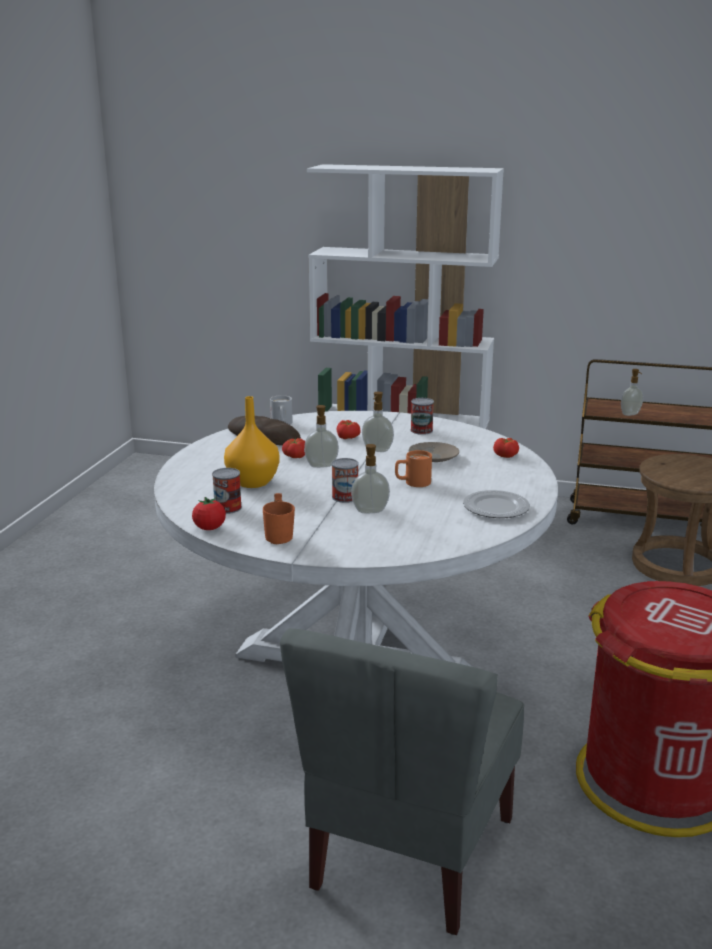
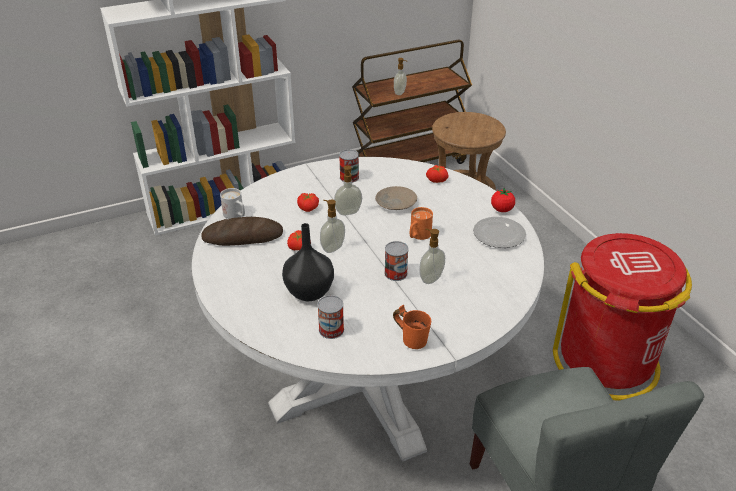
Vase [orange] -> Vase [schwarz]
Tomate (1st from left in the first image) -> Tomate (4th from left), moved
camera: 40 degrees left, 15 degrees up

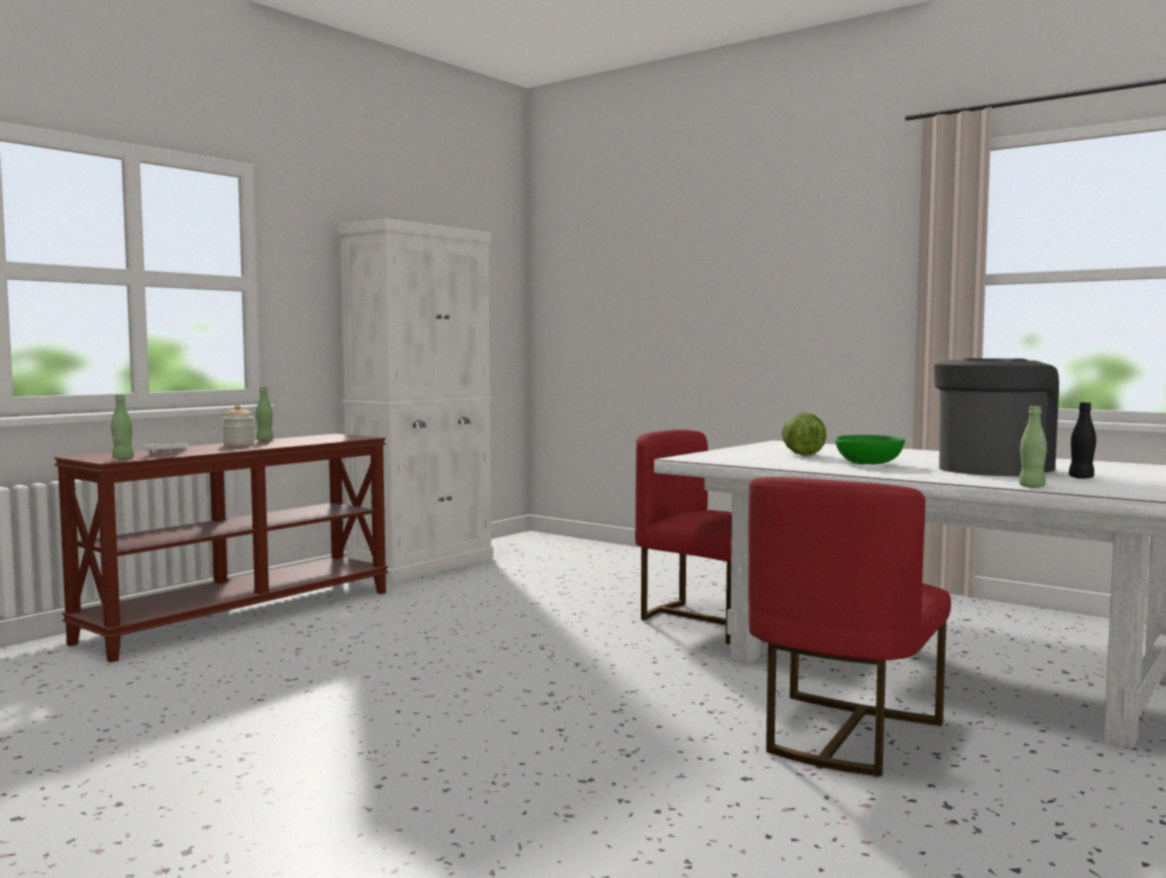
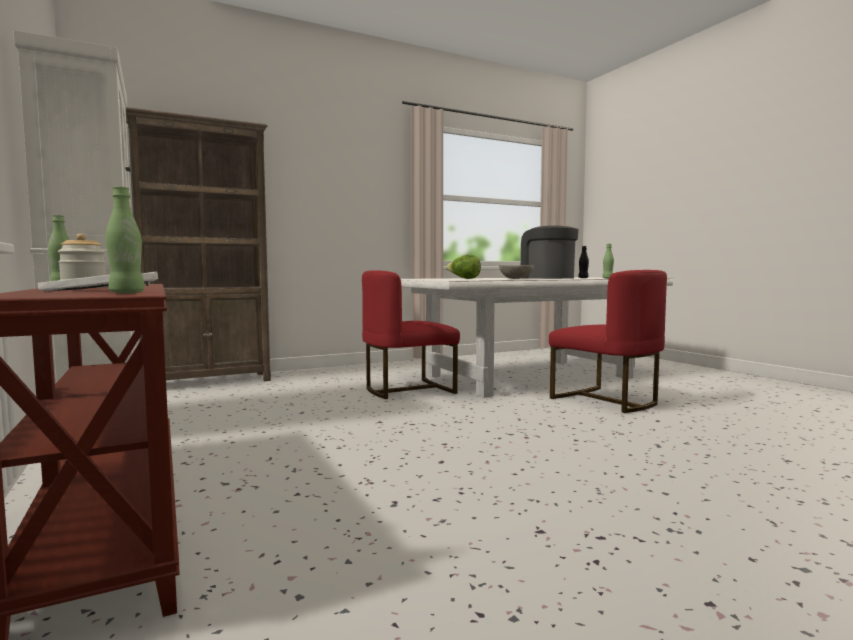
Schüssel [grün] -> Schüssel [grau]
none -> Bücherregal [braun]
camera: 65 degrees left, 0 degrees up

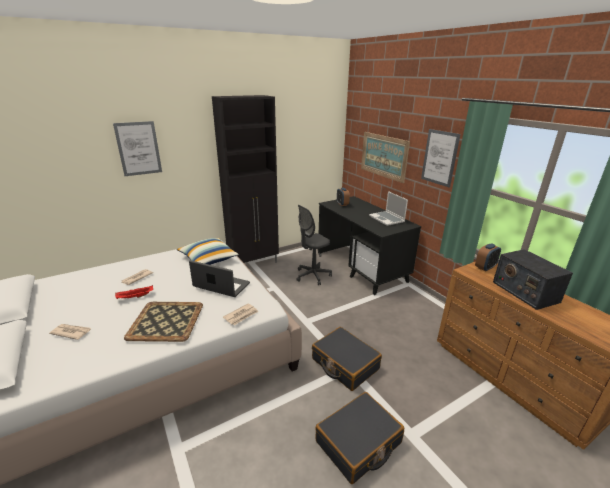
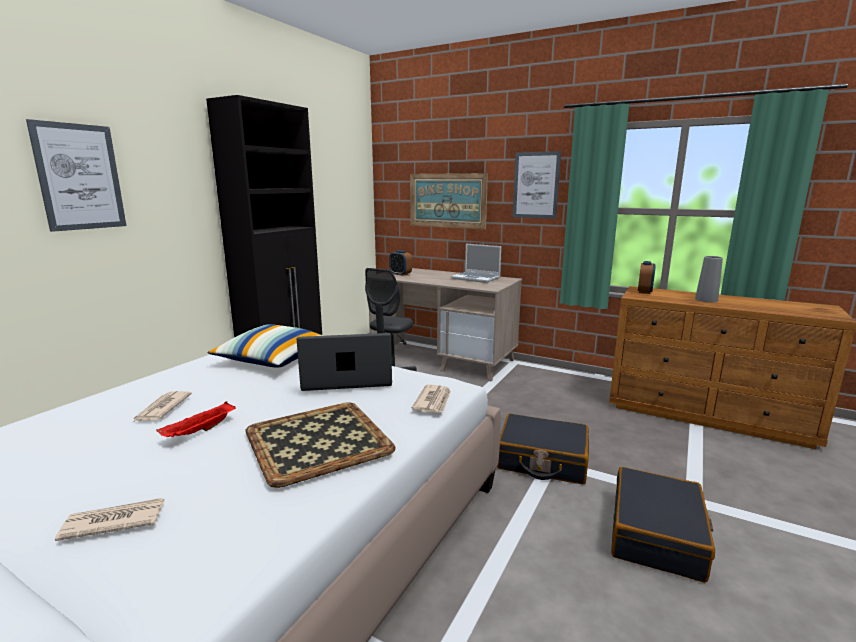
Schreibtisch [schwarz] -> Schreibtisch [beige]
Radio -> Vase [grau]
camera: 30 degrees left, 10 degrees down

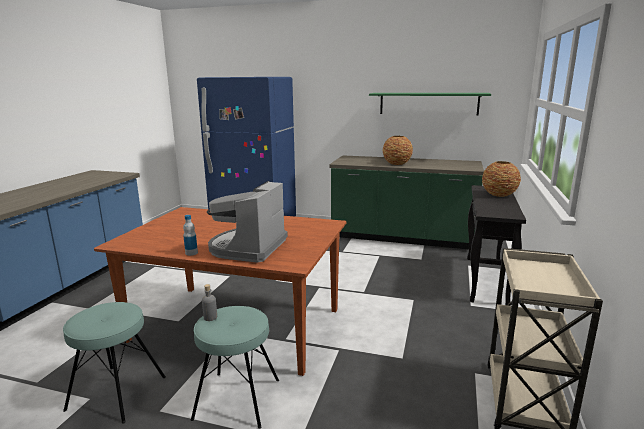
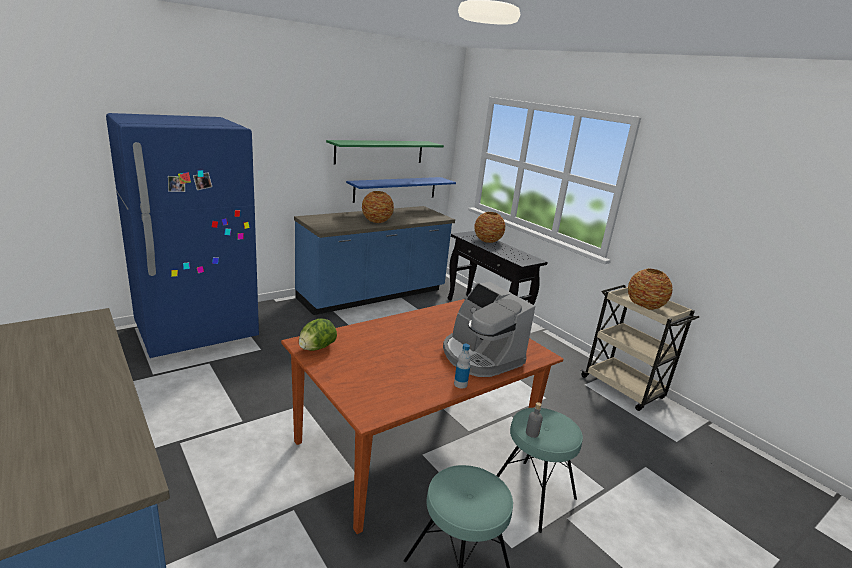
Küchenzeile [grün] -> Küchenzeile [blau] (2nd from left)
none -> Wandregal [blau]
none -> Vase (3rd from left)
none -> Salatkopf
camera: 55 degrees left, 5 degrees up

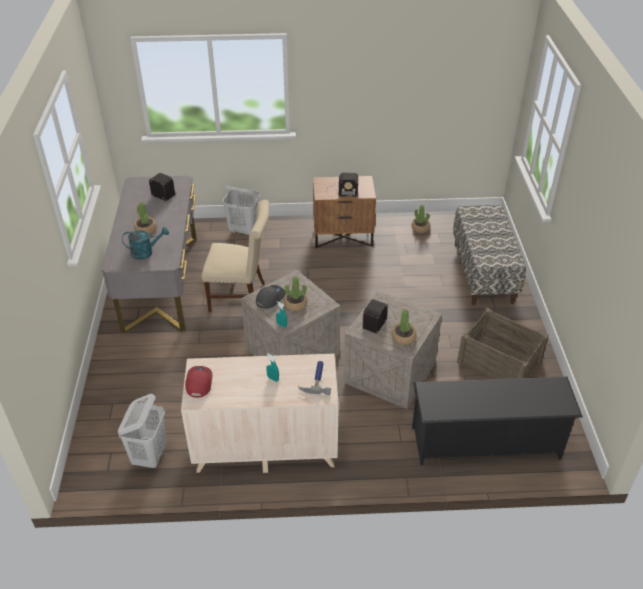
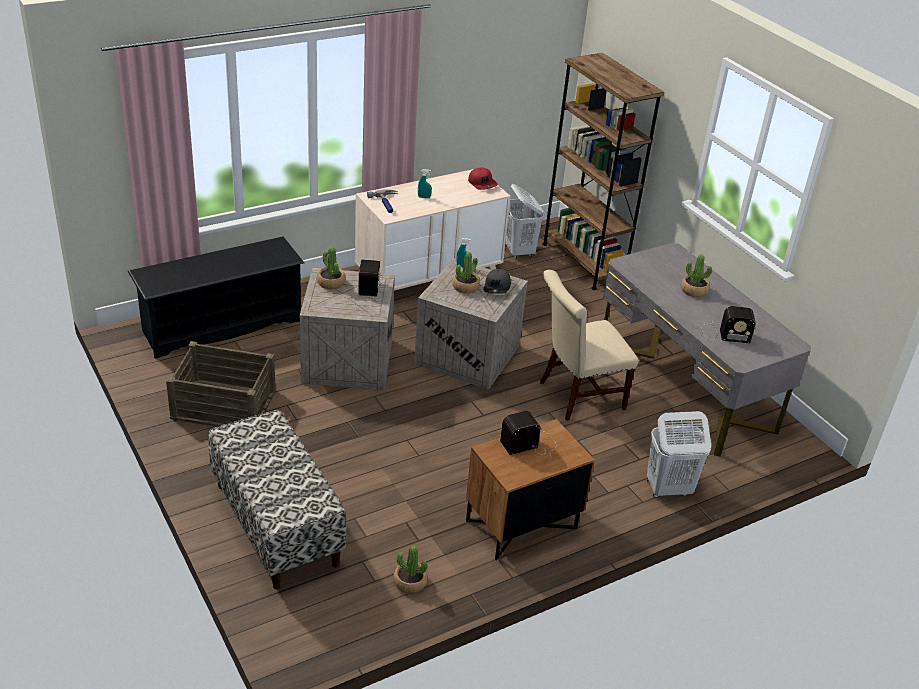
Gießkanne [türkis] -> none
none -> Bücherregal [braun]
camera: 150 degrees right, 5 degrees down

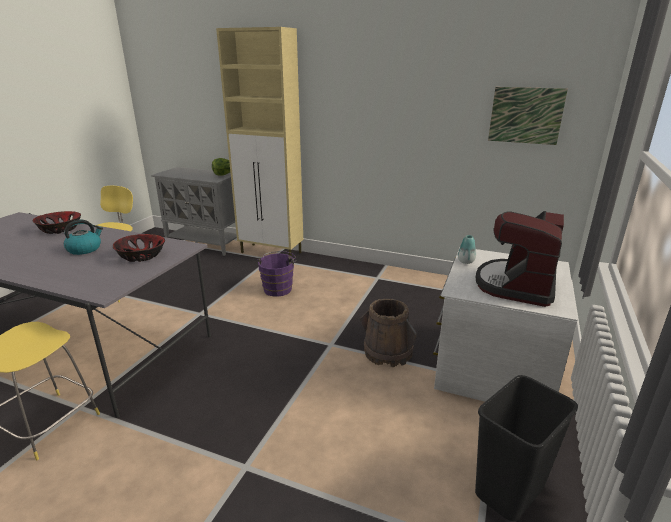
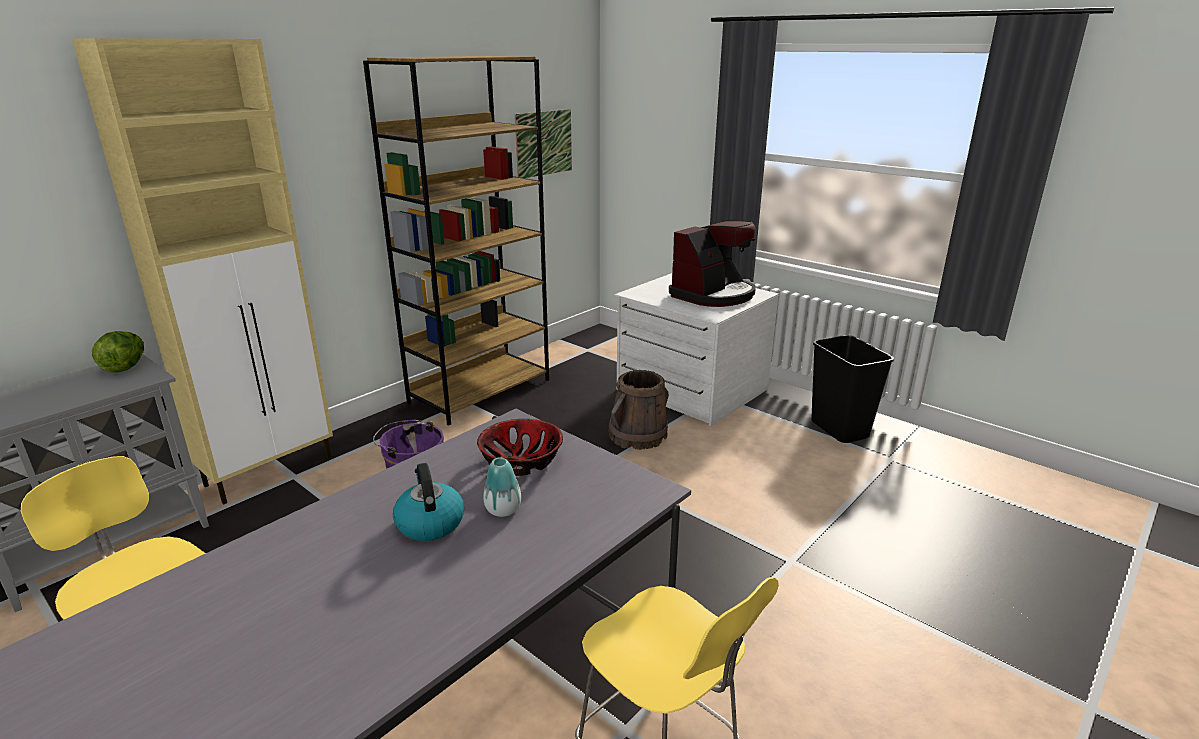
Schüssel (1st from left) -> none
Kaffeemaschine, 90 degrees counterclockwise
Vase, moved
none -> Bücherregal [braun]
camera: 70 degrees left, 0 degrees up

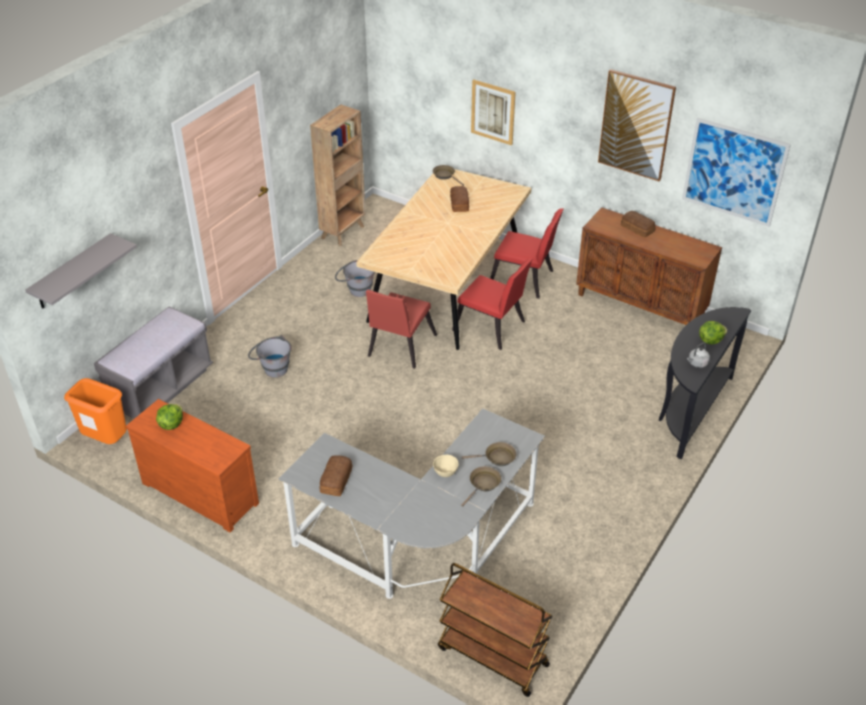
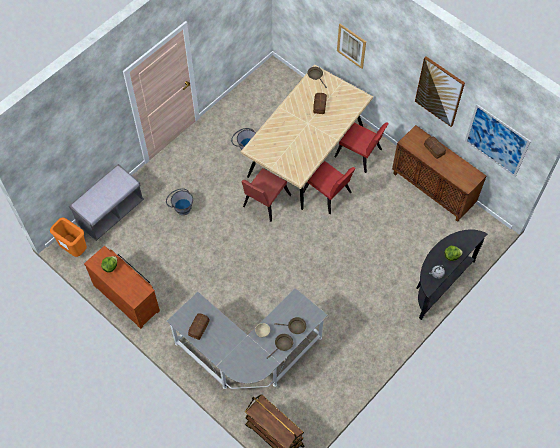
Bücherregal [braun] -> none
Wandregal [grau] -> none
camera: 10 degrees right, 20 degrees up

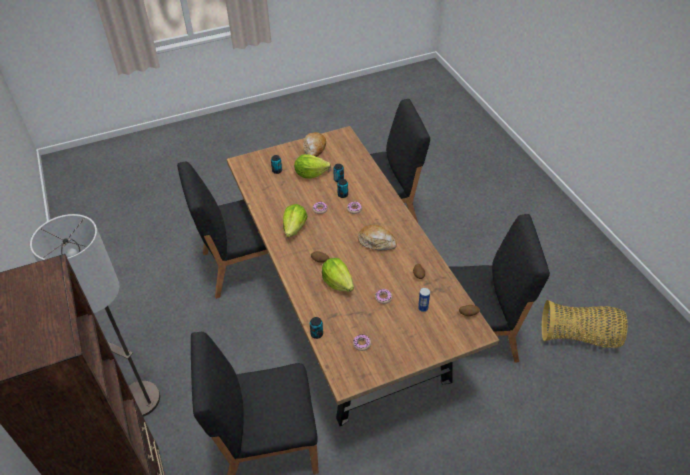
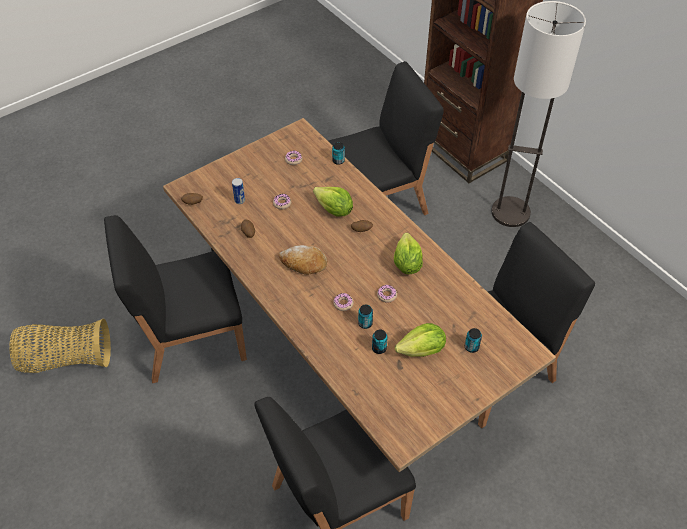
Brot (1st from left) -> none
camera: 165 degrees right, 5 degrees up

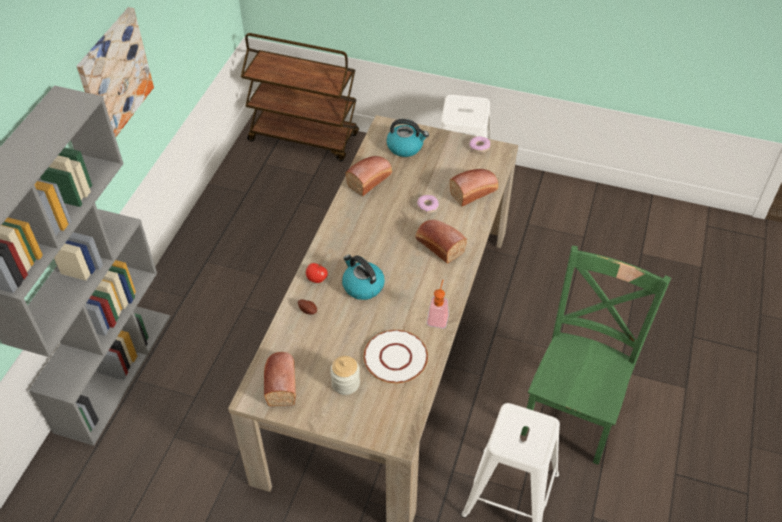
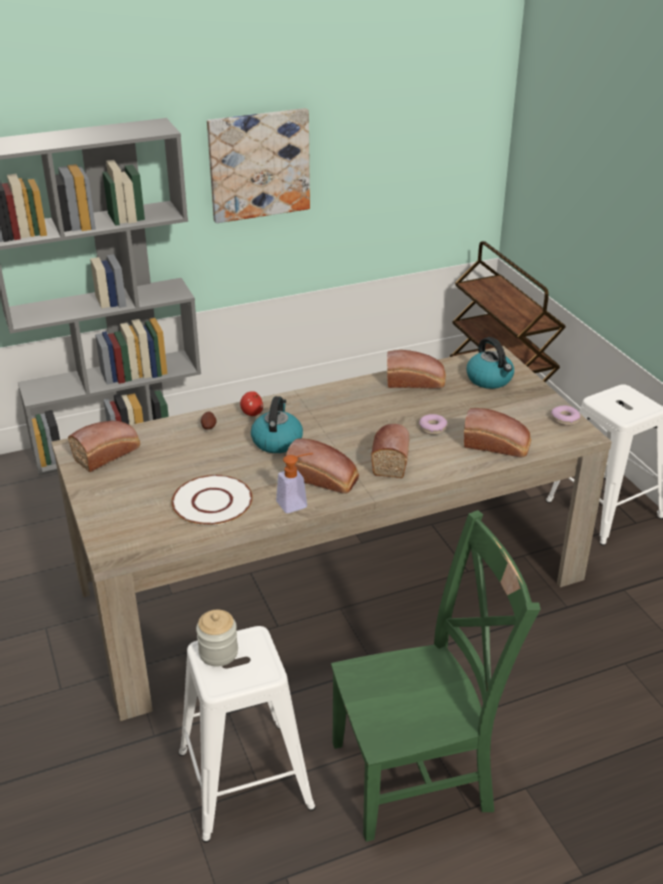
Vorratsglas, moved
none -> Brot (2nd from left)
camera: 50 degrees right, 15 degrees down

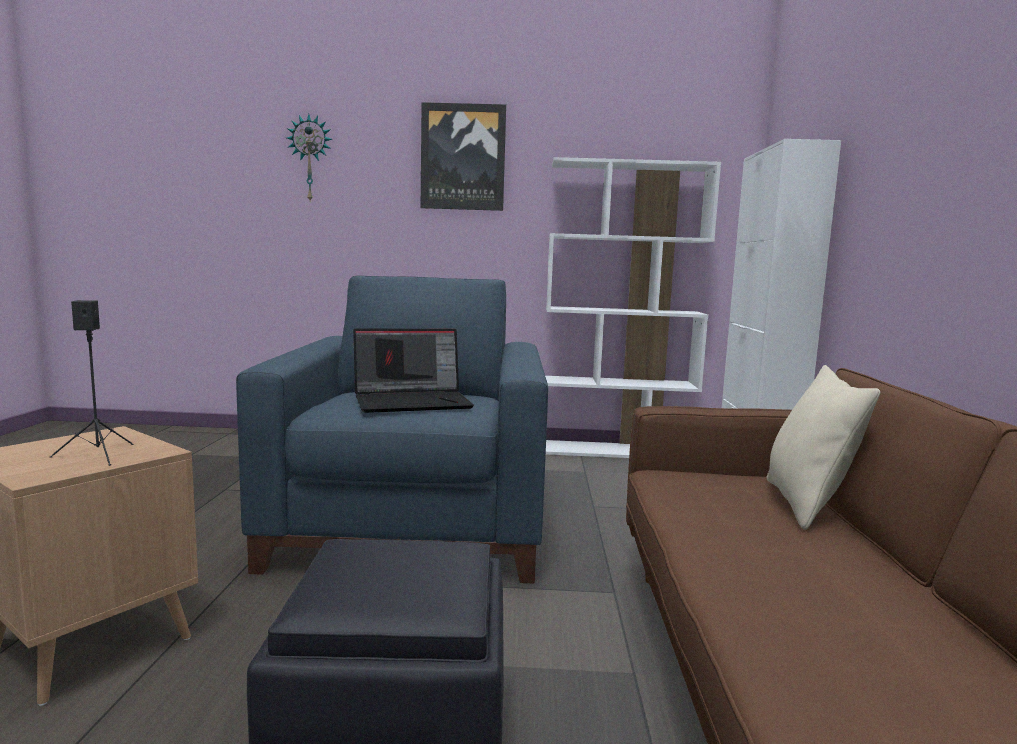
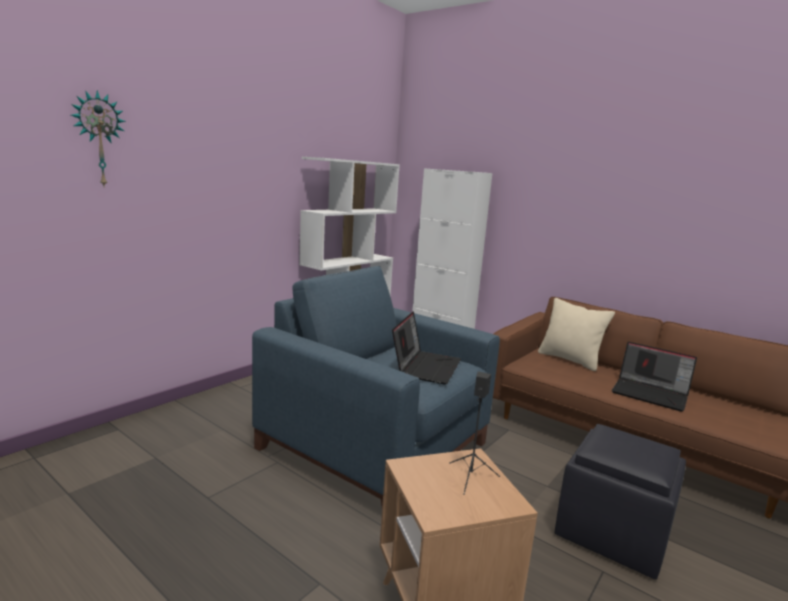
Bild -> none
none -> Laptop (2nd from left)
camera: 55 degrees left, 5 degrees up

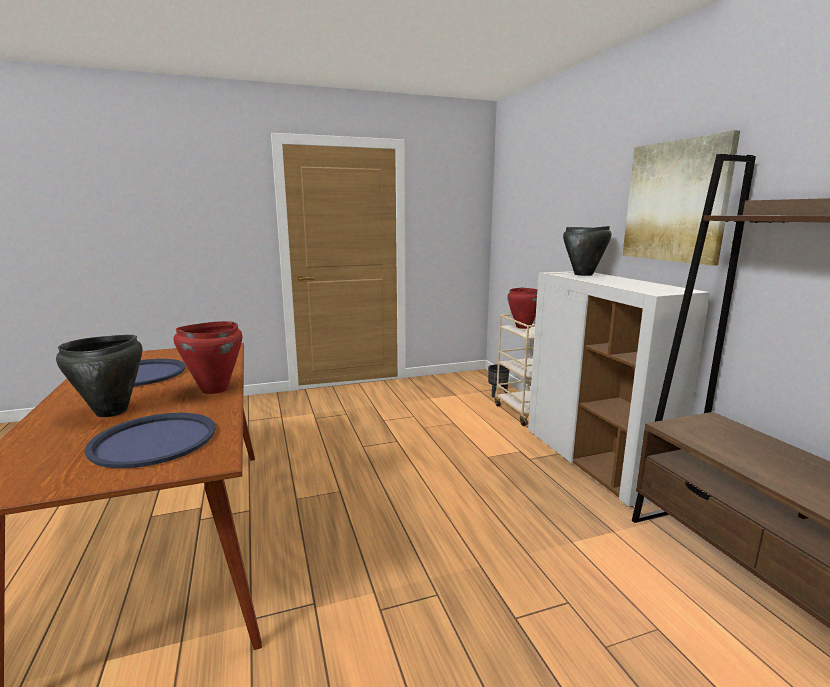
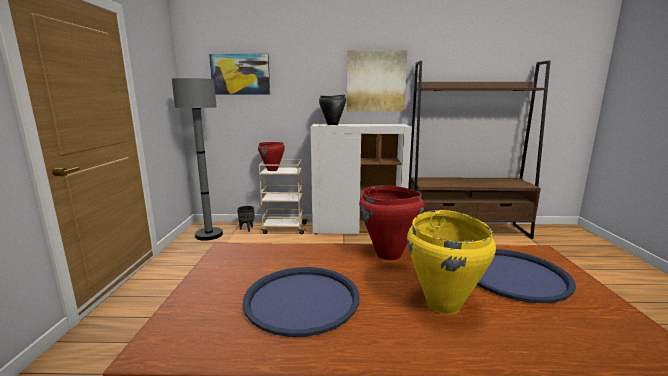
Kochtopf [schwarz] (1st from left) -> Kochtopf [gelb]
none -> Bild (1st from left)
none -> Stehlampe [grau]
camera: 70 degrees left, 0 degrees up

